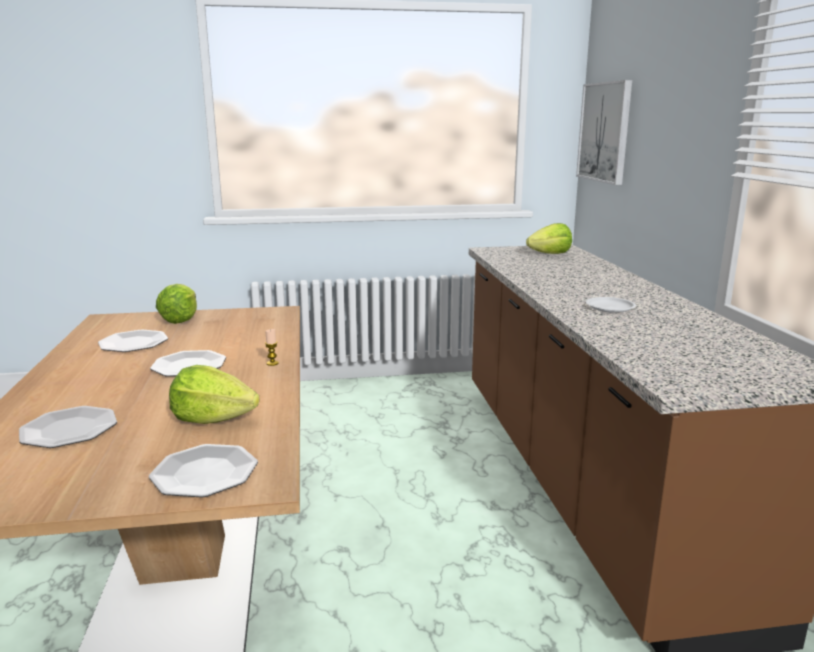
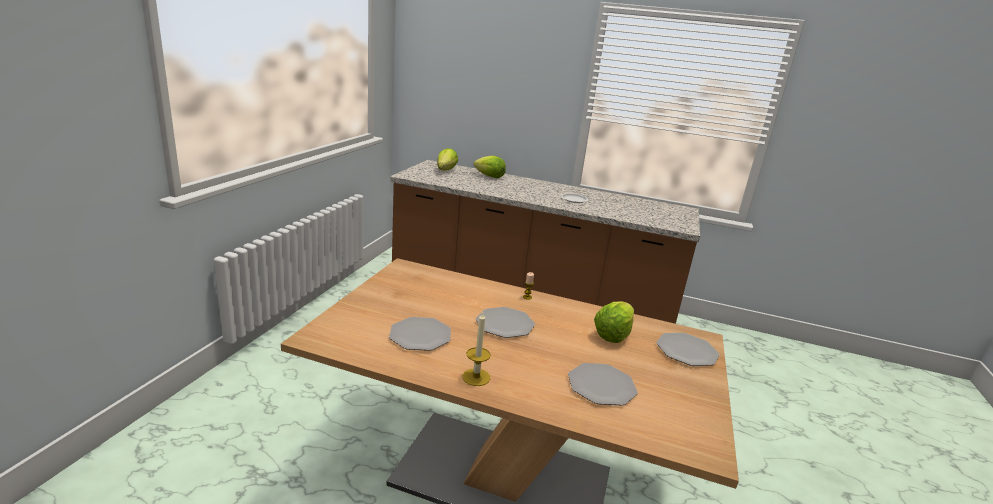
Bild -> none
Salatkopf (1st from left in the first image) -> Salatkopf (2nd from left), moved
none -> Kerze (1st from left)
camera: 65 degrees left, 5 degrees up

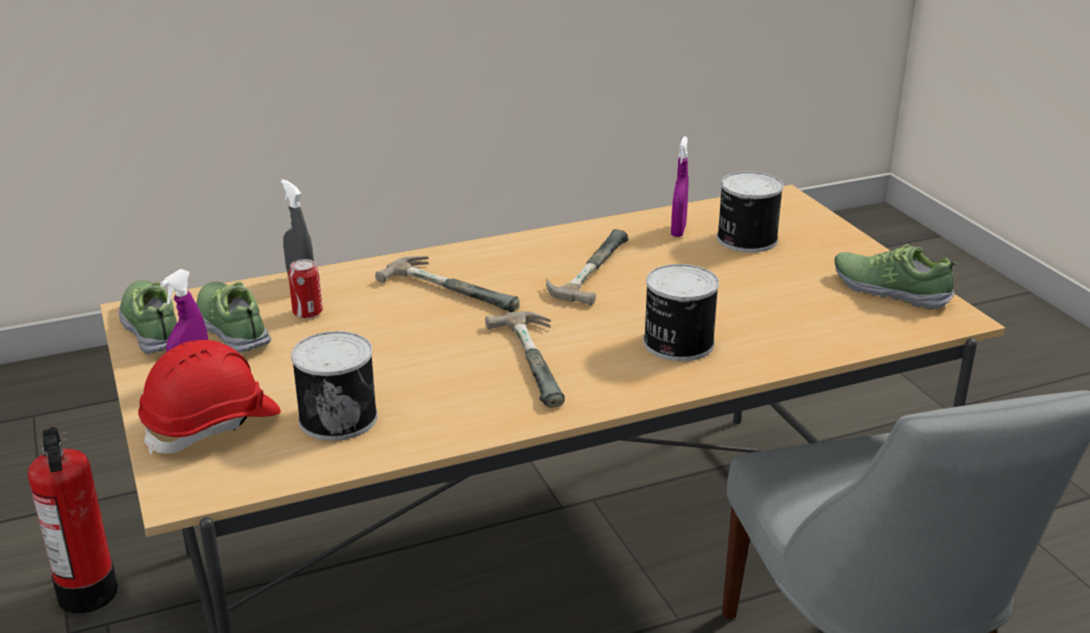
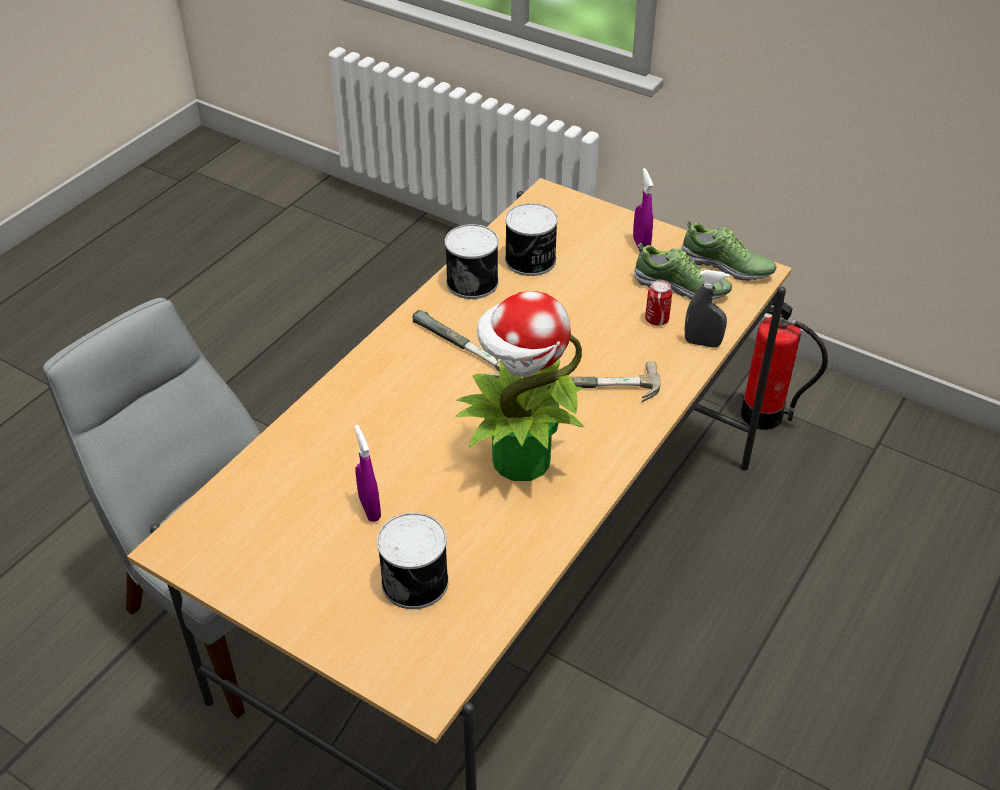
Sprühflasche [lila] (2nd from left in the first image) -> Sprühflasche [lila] (1st from left), moved
Hammer (3rd from left) -> Topfpflanze
Schuh (3rd from left) -> none
Dose (3rd from left in the first image) -> Dose (2nd from left), moved
Schutzhelm [rot] -> none
camera: 145 degrees right, 15 degrees up

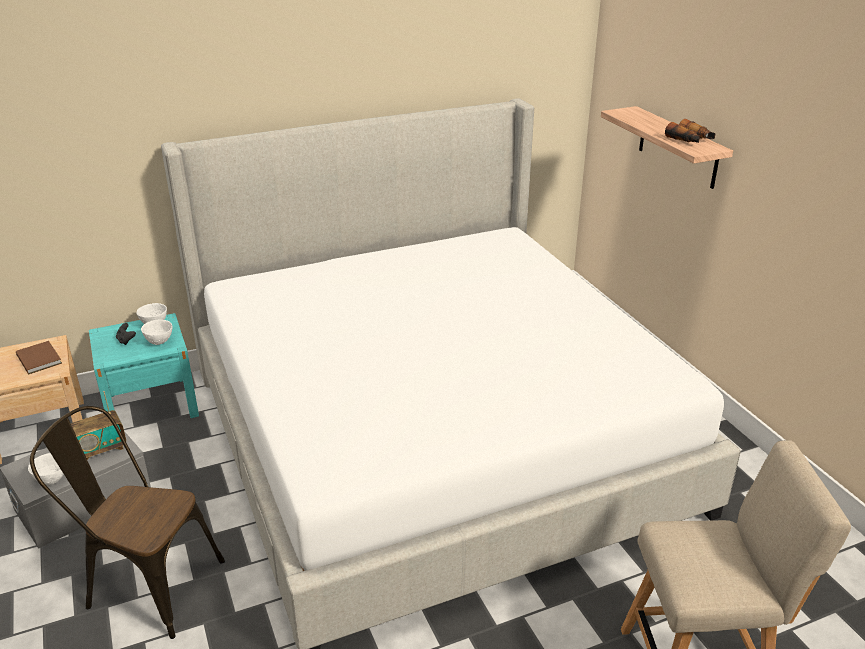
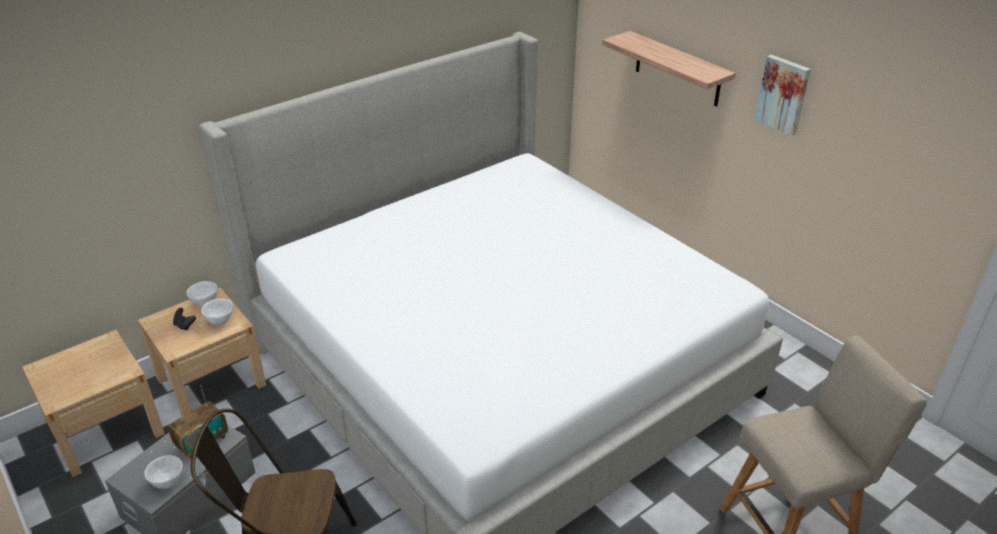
Fernglas -> none
Nachttisch [türkis] -> Nachttisch [beige] (2nd from left)
Buch [braun] -> none
none -> Bild
camera: 15 degrees left, 5 degrees up

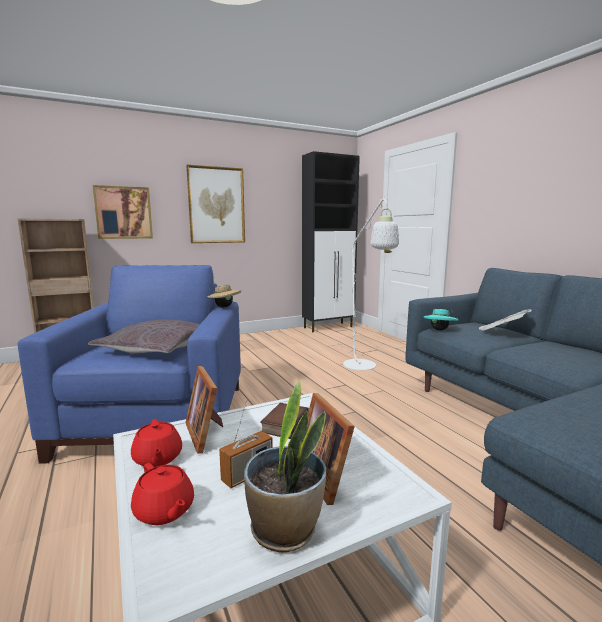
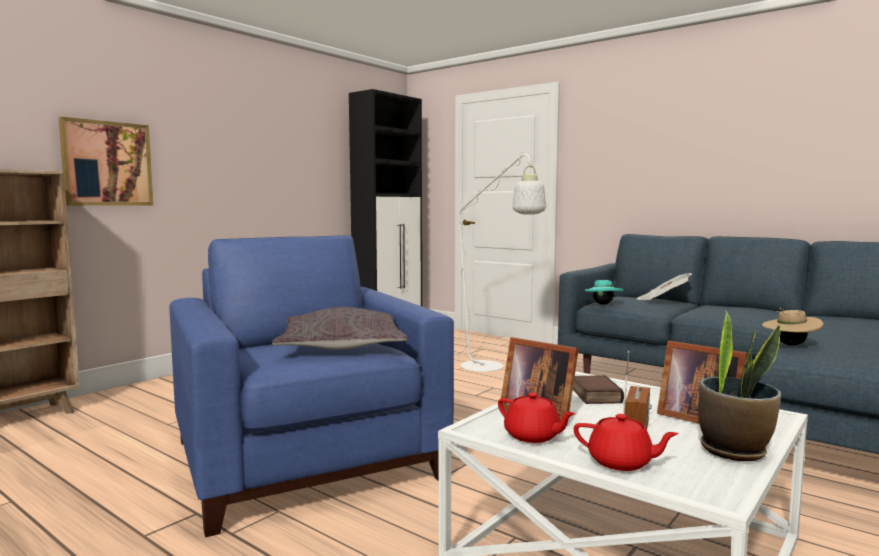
Bild (2nd from left) -> none
Hut [beige], moved
camera: 25 degrees left, 5 degrees down

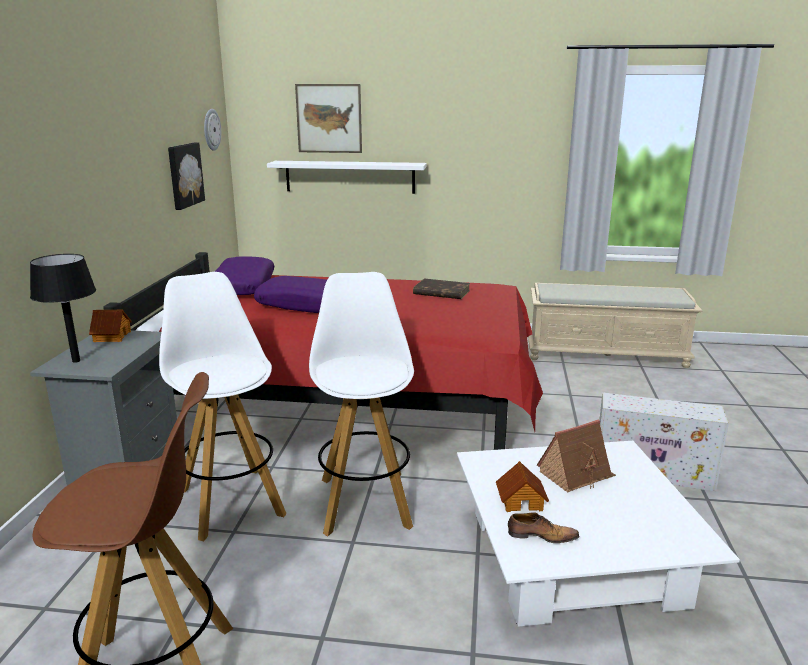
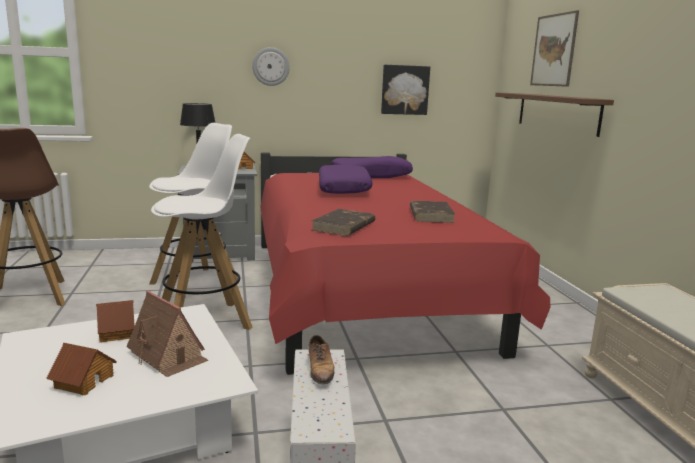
Wanduhr, moved
Wandregal [weiß] -> Wandregal [braun]
Schuh, moved
none -> Buch [braun] (1st from left)
none -> Spielzeughaus (1st from left)
camera: 70 degrees right, 5 degrees down

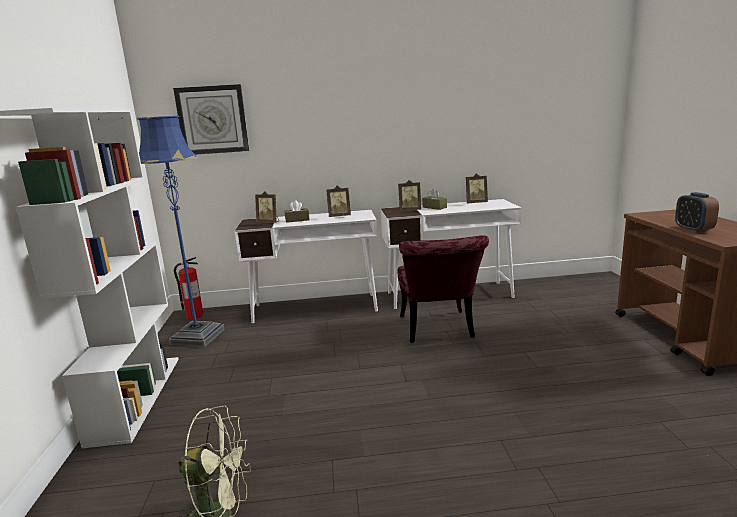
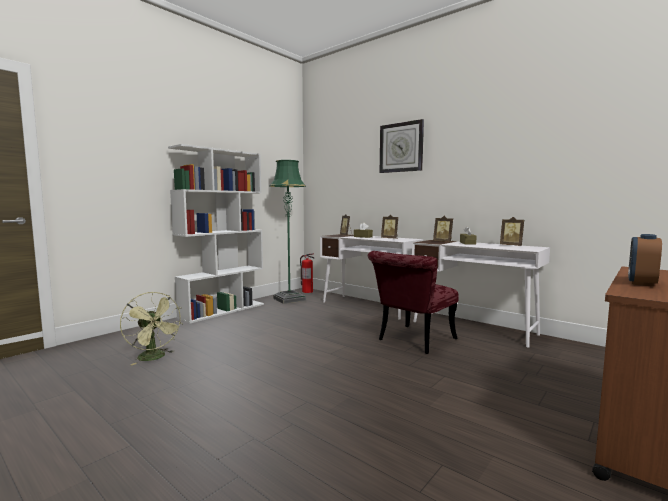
Wanduhr, moved
Stehlampe [blau] -> Stehlampe [grün]
camera: 45 degrees right, 10 degrees down

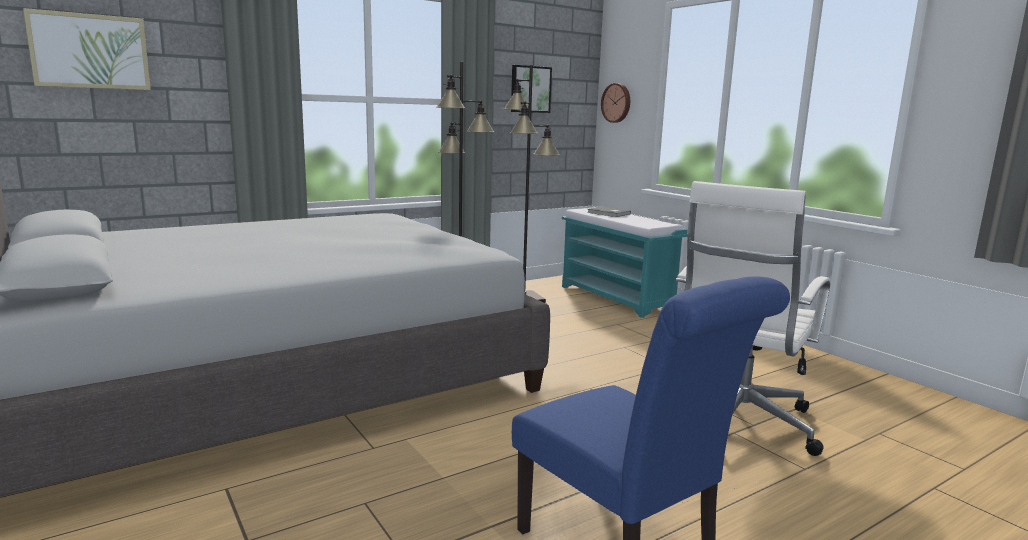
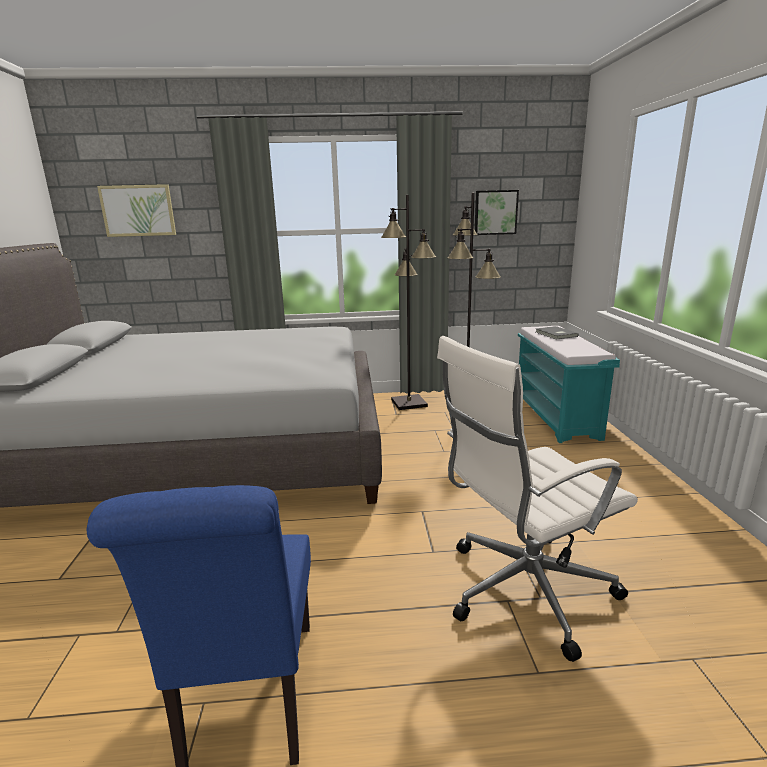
Wanduhr -> none
camera: 30 degrees right, 5 degrees up

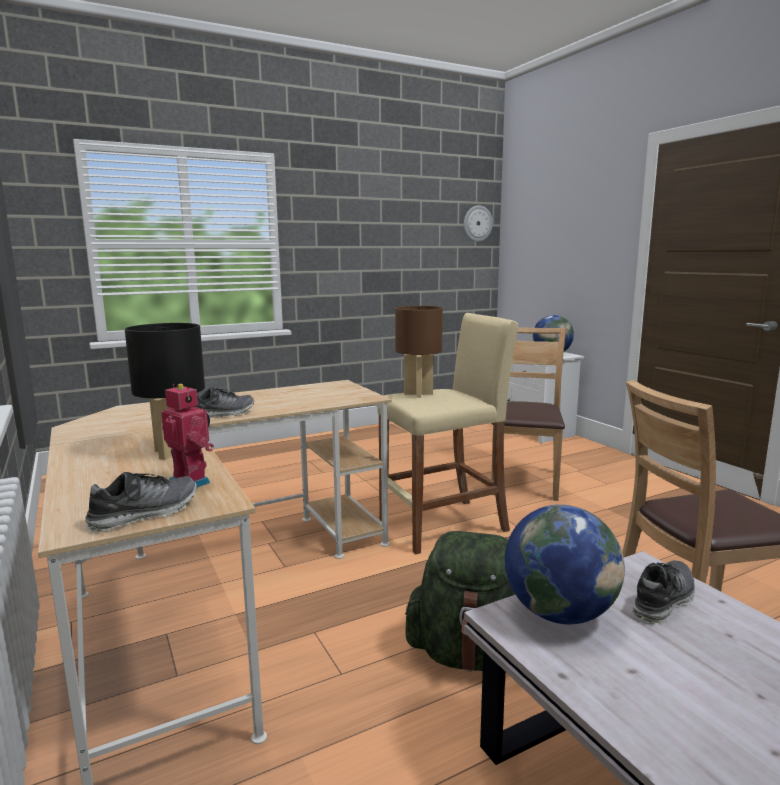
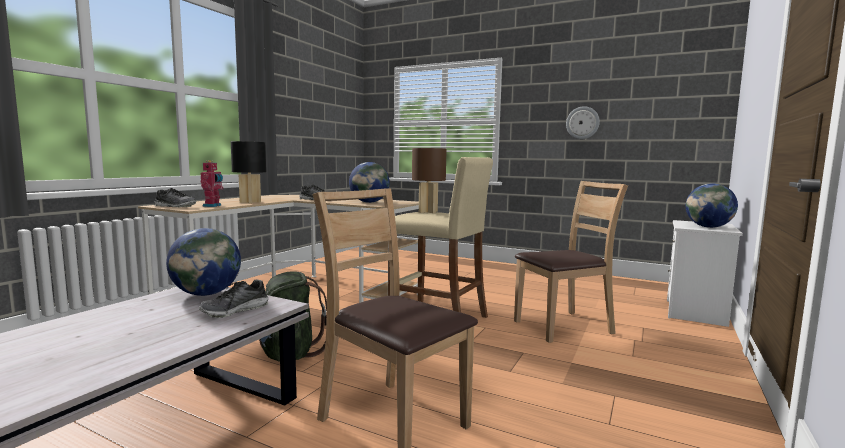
Wanduhr, moved
Schuh (3rd from left in the first image) -> Schuh (2nd from left), 120 degrees clockwise
none -> Globus (2nd from left)
camera: 55 degrees right, 5 degrees down

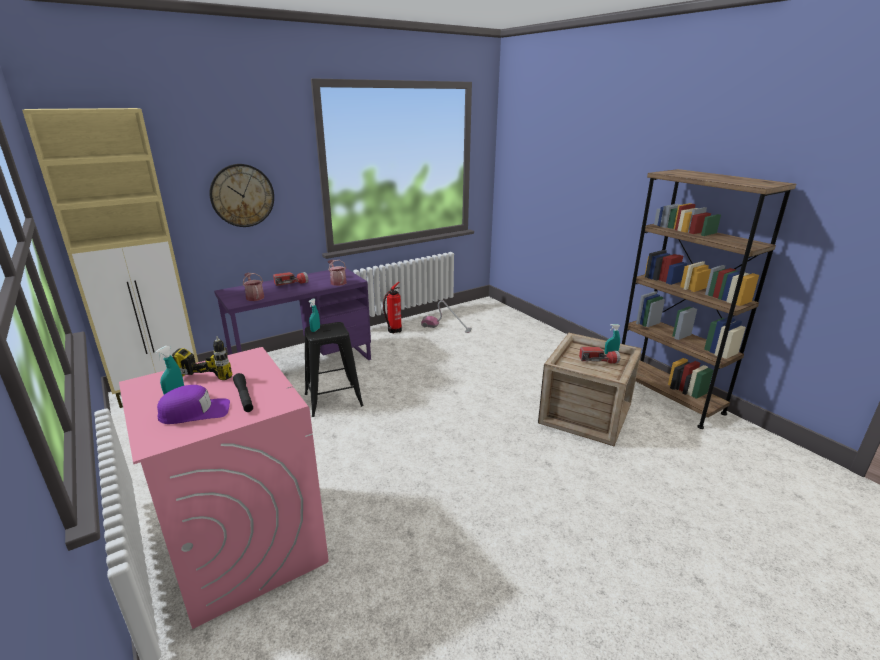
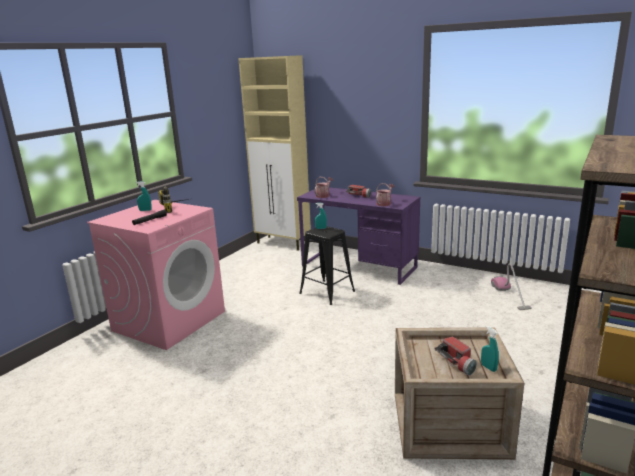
Wanduhr -> none
Feuerlöscher -> none
Kappe [lila] -> none
camera: 65 degrees right, 5 degrees down

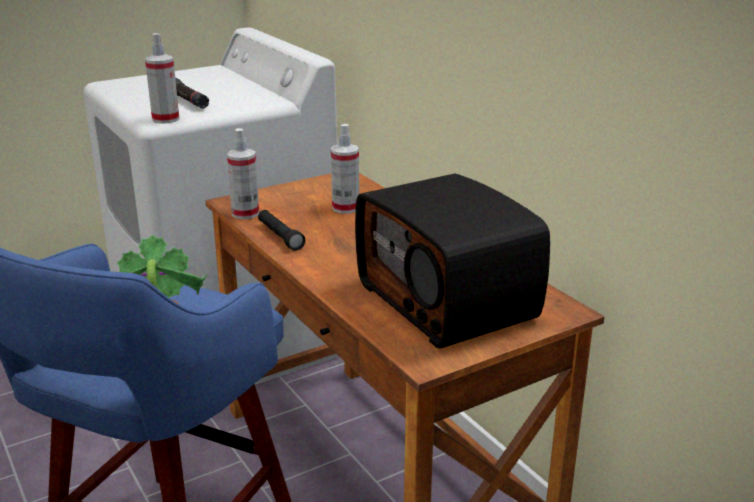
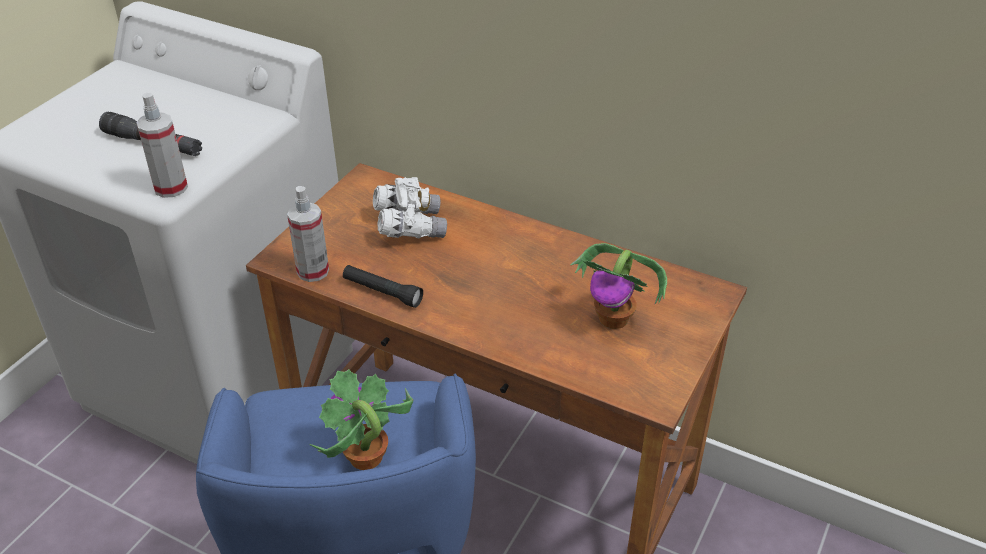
Sprühflasche (3rd from left) -> Fernglas [weiß]
Radio -> Topfpflanze (2nd from left)
camera: 30 degrees left, 15 degrees up

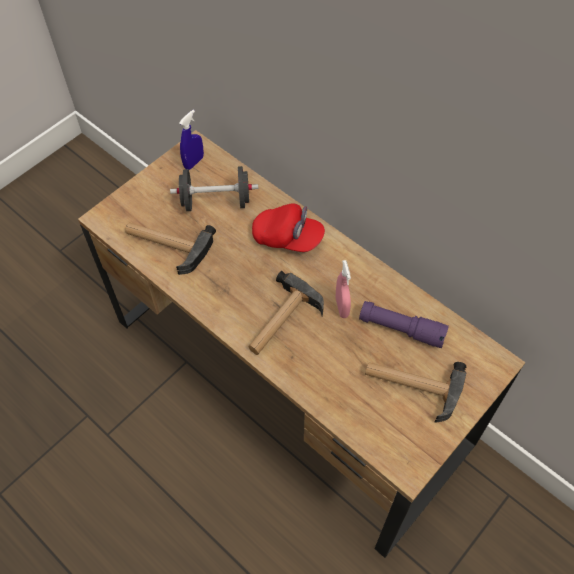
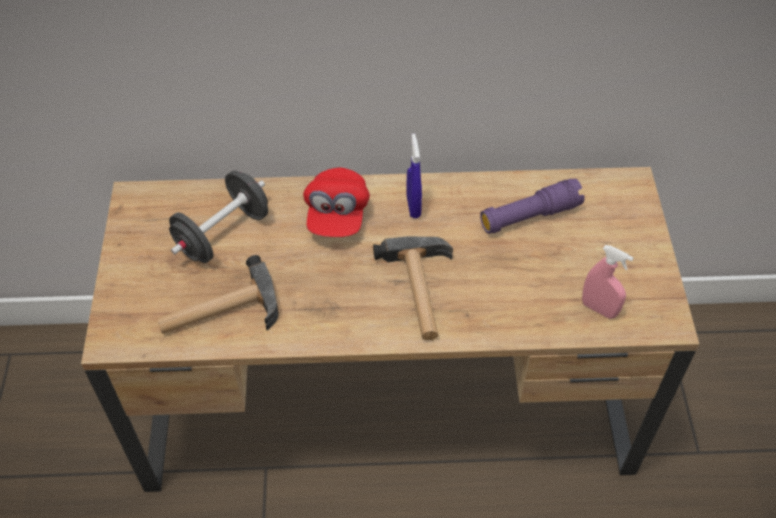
Sprühflasche [blau], moved
Kappe [rot], 120 degrees clockwise
Sprühflasche [rosa], moved
Hammer (3rd from left) -> none
camera: 45 degrees left, 5 degrees down

